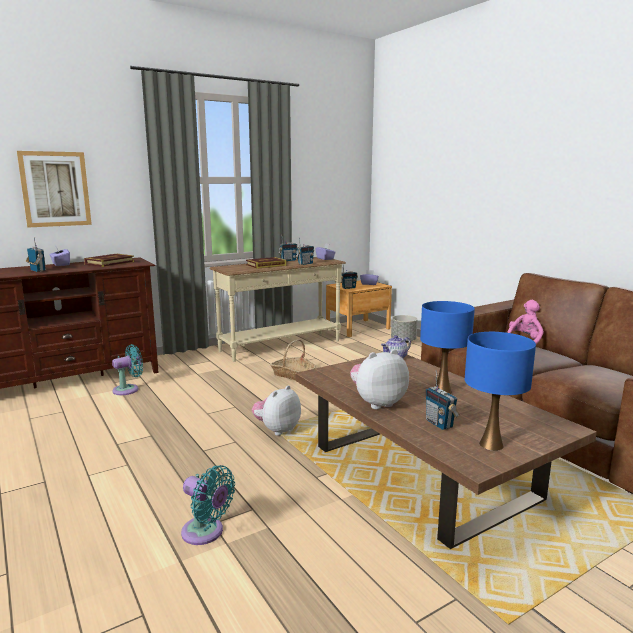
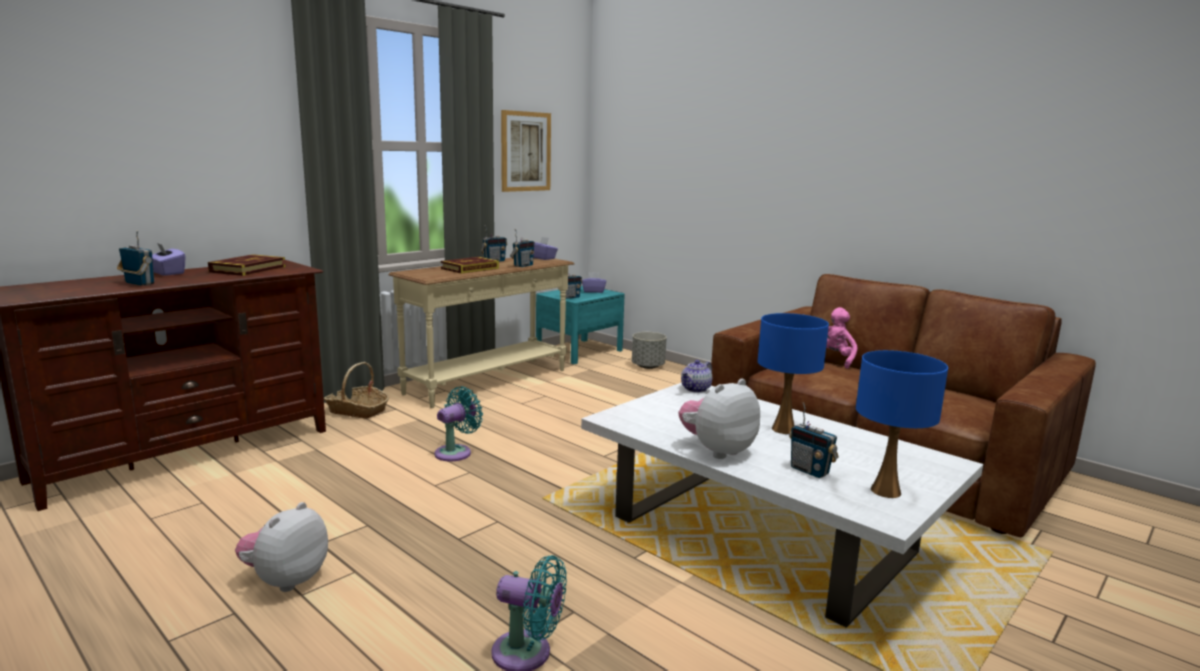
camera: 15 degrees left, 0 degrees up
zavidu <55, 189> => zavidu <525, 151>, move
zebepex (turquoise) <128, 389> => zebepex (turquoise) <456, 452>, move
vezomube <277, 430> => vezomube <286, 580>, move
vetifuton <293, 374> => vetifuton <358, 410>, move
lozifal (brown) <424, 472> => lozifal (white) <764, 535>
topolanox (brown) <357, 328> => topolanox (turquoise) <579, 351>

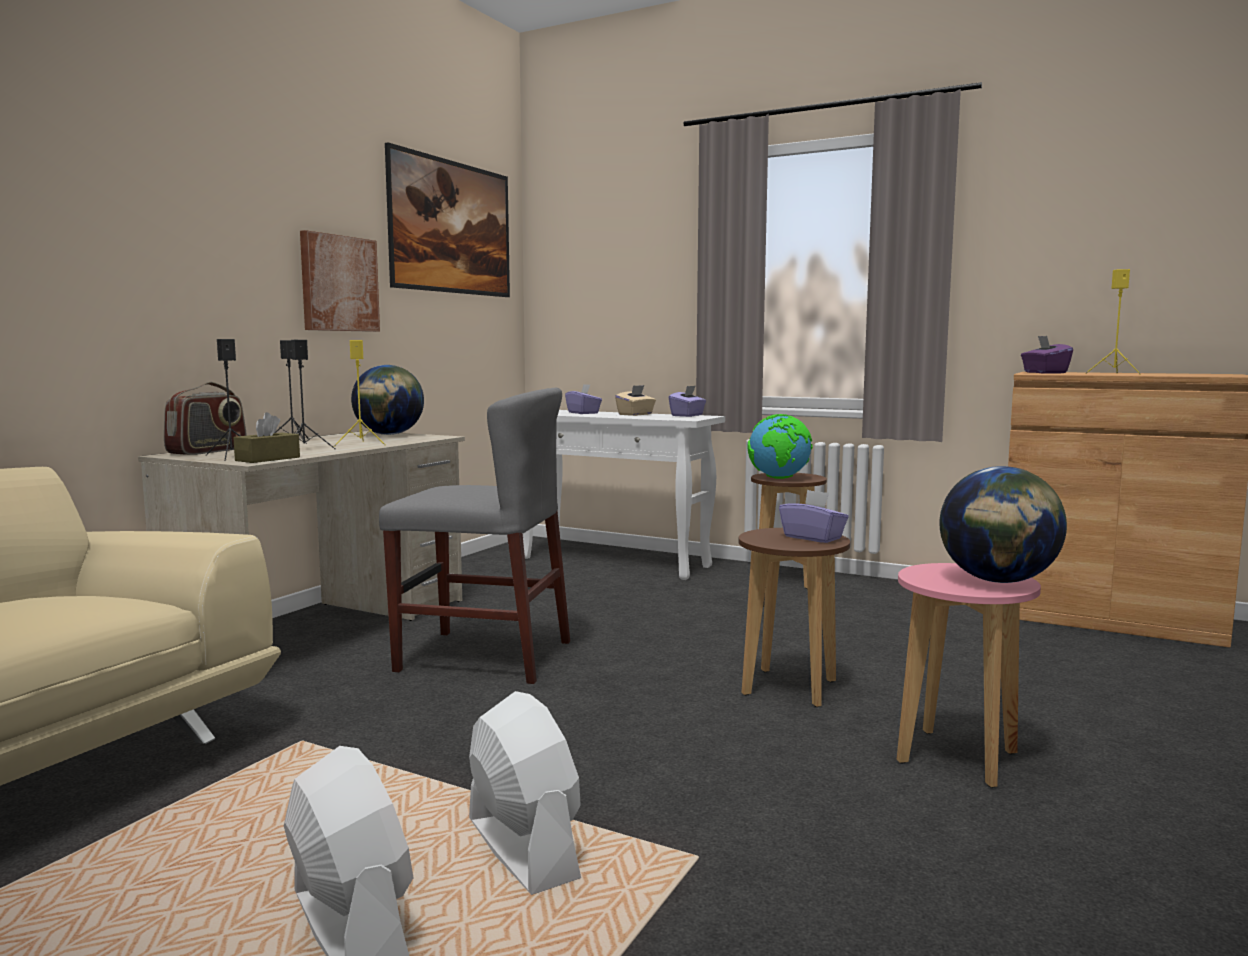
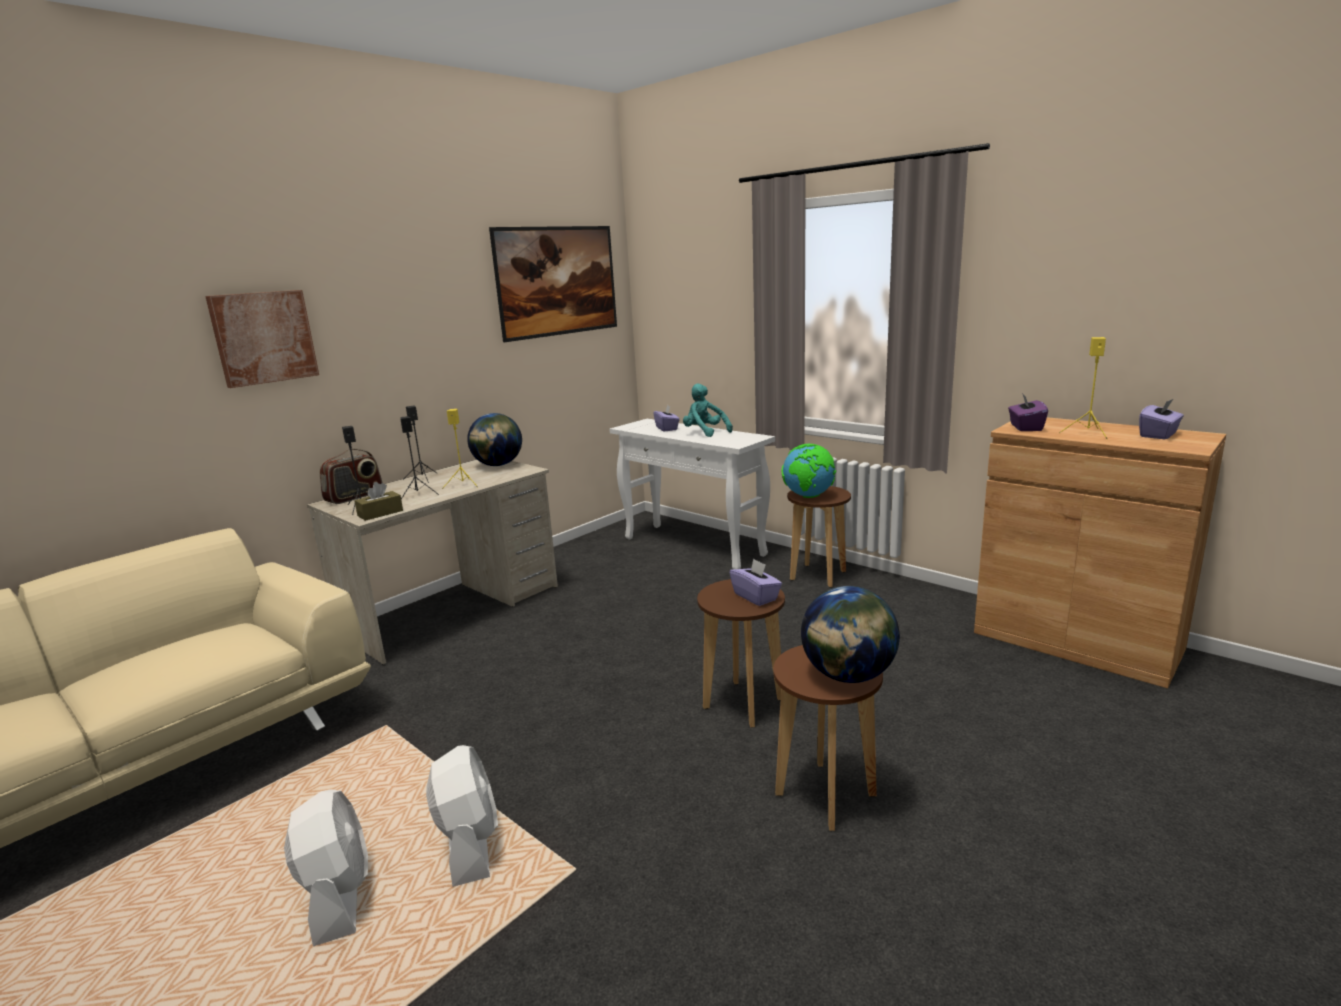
camera: 15 degrees right, 10 degrees up
zavidu <339, 283> => zavidu <264, 337>, move
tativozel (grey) <484, 656> => nothing
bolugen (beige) <635, 414> => vezomube (turquoise) <704, 432>
bolugen (purple) <687, 415> => bolugen (purple) <1158, 435>, move
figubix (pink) <958, 758> => figubix (brown) <826, 795>

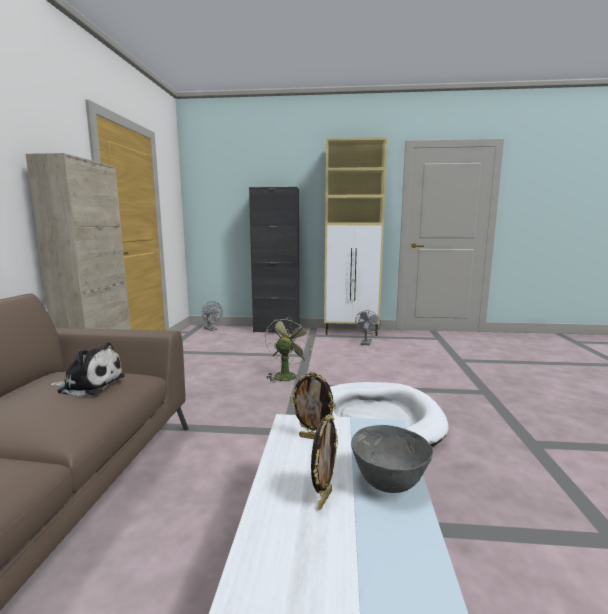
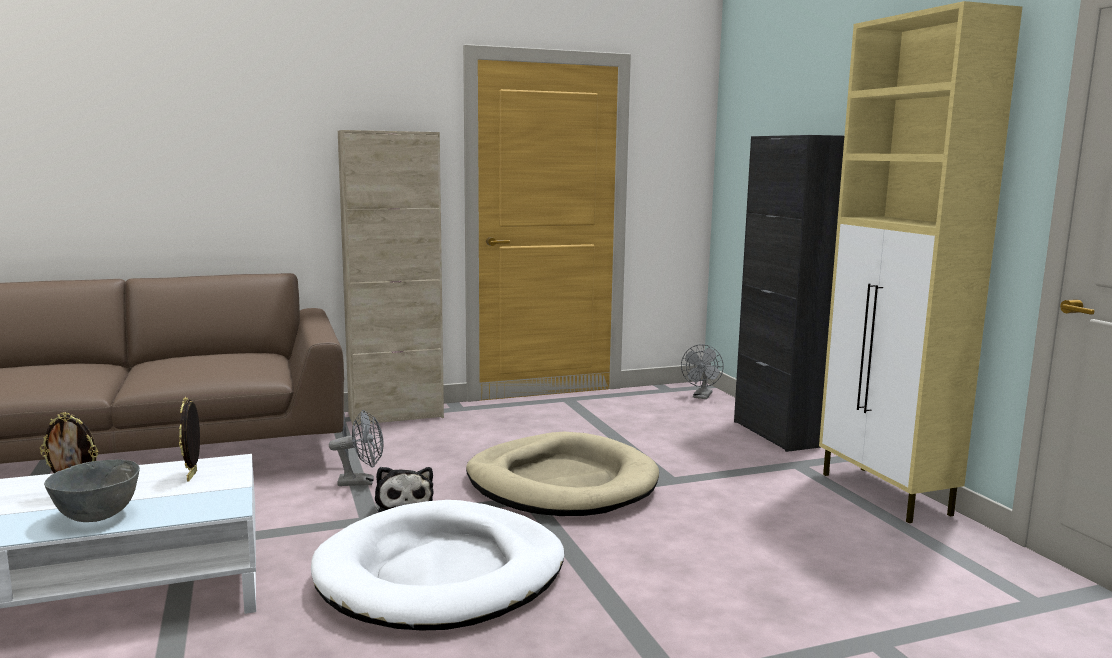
camera: 65 degrees right, 0 degrees up
vezomube <89, 385> => vezomube <403, 503>, move
zebepex (green) <286, 375> => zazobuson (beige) <561, 483>
zebepex (grey) <366, 342> => zebepex (grey) <362, 482>, move

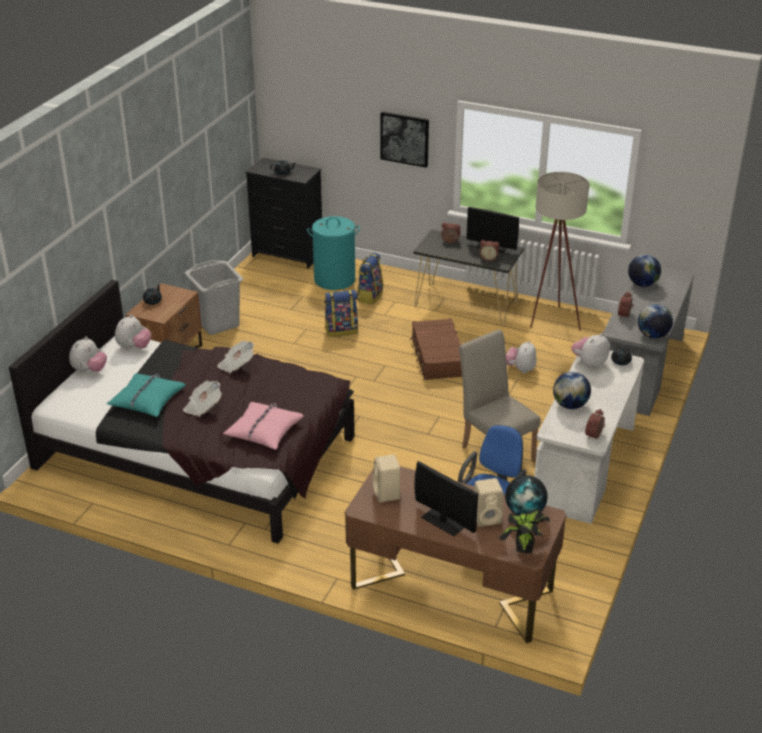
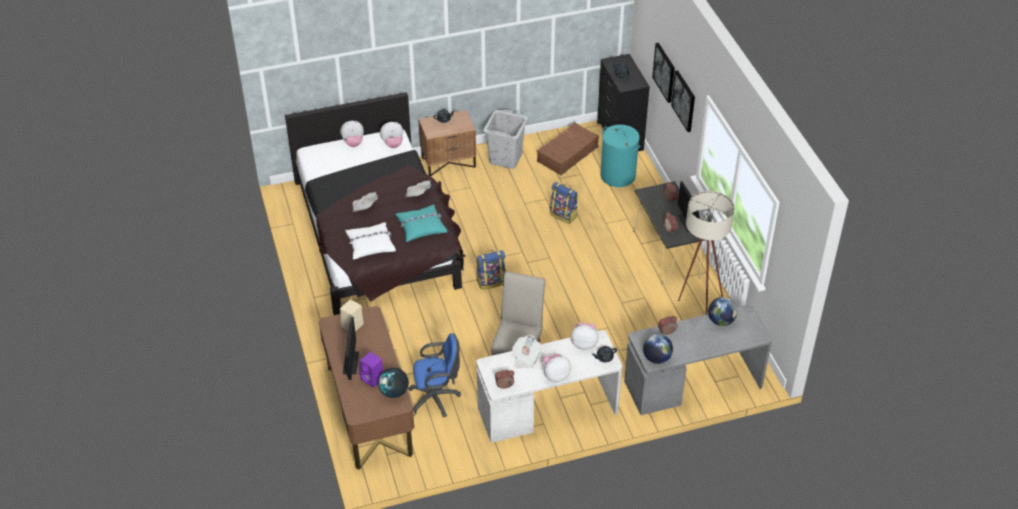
camera: 50 degrees right, 10 degrees up
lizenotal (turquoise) <147, 400> => lizenotal (turquoise) <421, 227>, move
lizenotal (pink) <264, 431> => lizenotal (white) <370, 244>
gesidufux <369, 296> => gesidufux <491, 281>, move
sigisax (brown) <437, 357> => sigisax (brown) <567, 154>, move
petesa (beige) <488, 517> => petesa (purple) <373, 379>
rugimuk <523, 547> => nothing
vezomube <520, 369> => vezomube <555, 375>, move
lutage <570, 405> => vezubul <525, 358>
nothing => zavidu <664, 72>

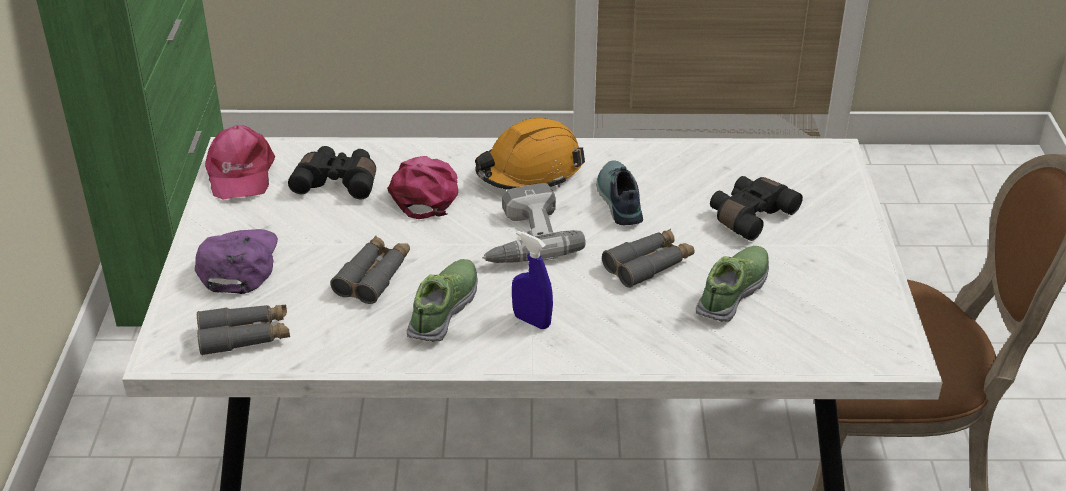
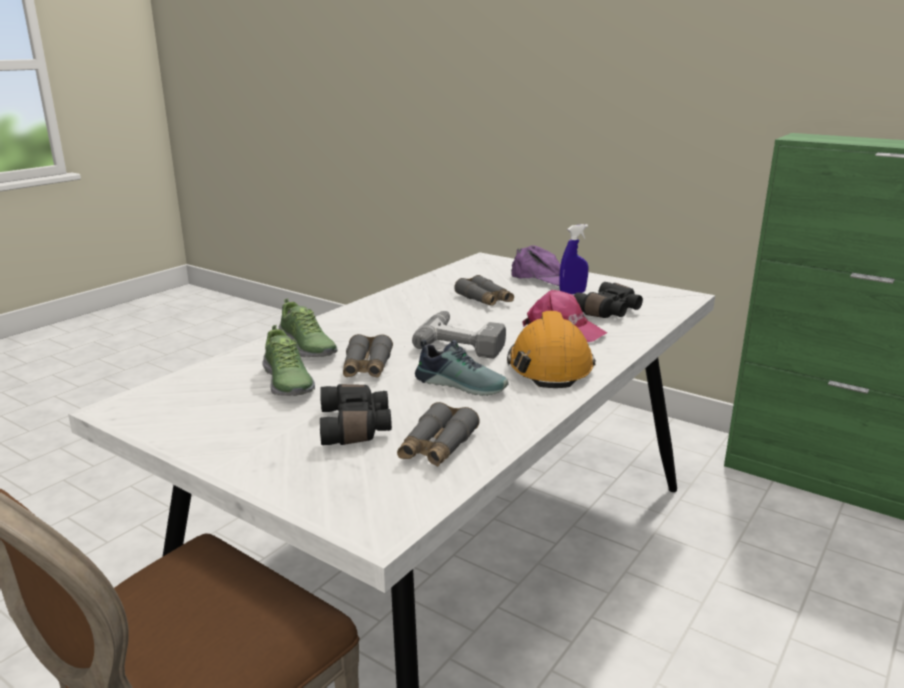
camera: 125 degrees right, 15 degrees down
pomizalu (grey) <245, 336> => pomizalu (grey) <437, 447>, move
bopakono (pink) <240, 173> => nothing
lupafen <444, 309> => lupafen <307, 348>, move
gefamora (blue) <532, 321> => gefamora (blue) <572, 293>, move

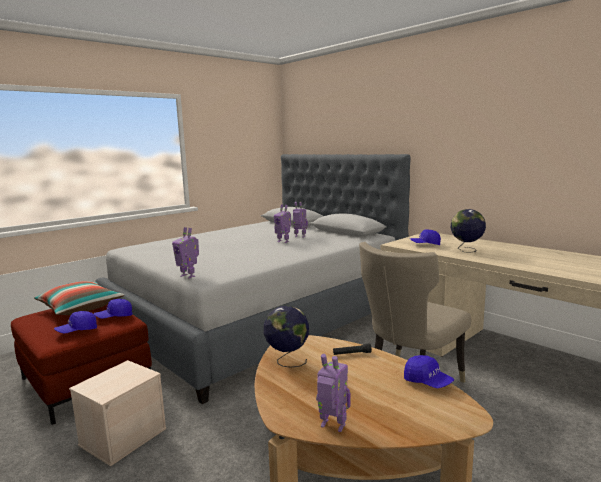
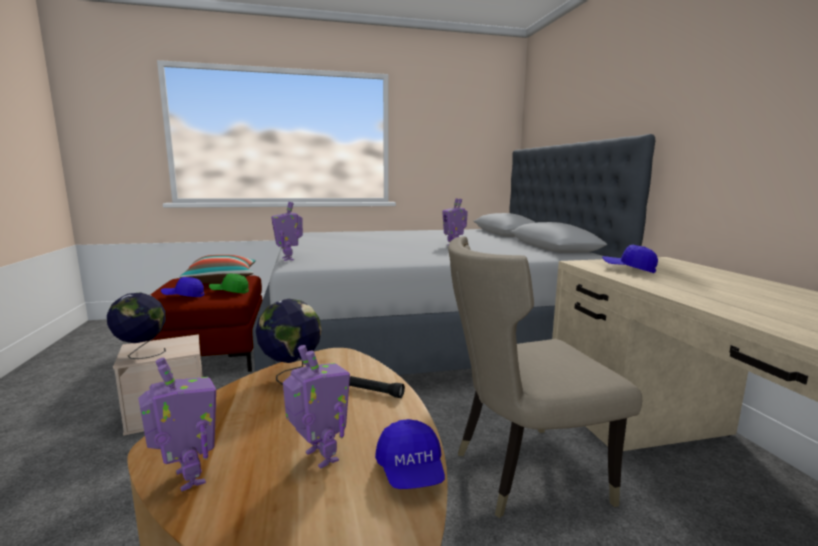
camera: 30 degrees right, 0 degrees up
bopakono (blue) <114, 317> => bopakono (green) <229, 292>
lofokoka <300, 236> => lofokoka <319, 457>, move
lutage <466, 250> => lutage <141, 354>, move

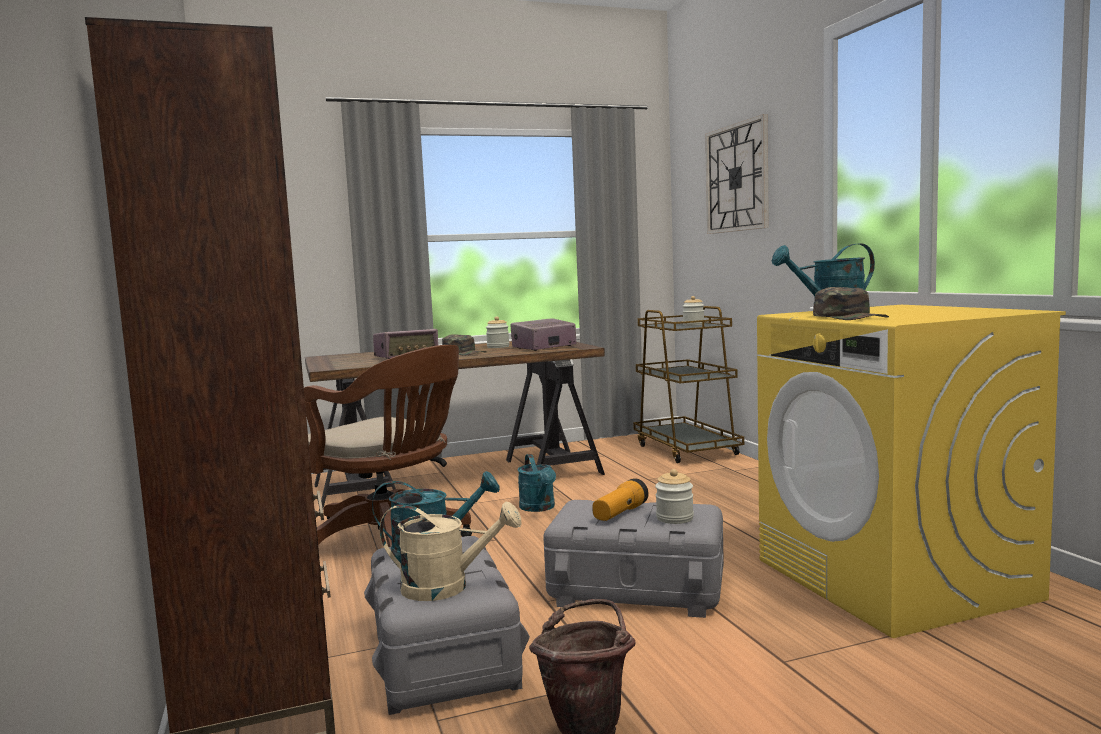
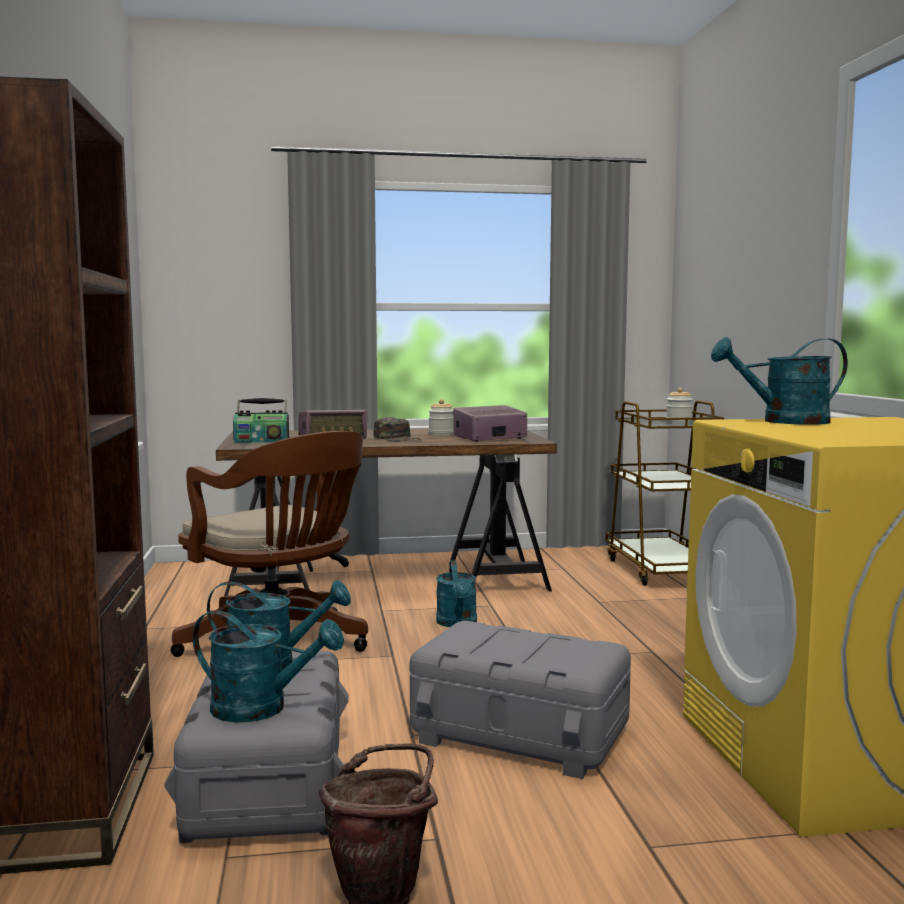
camera: 10 degrees right, 0 degrees up
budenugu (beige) <447, 587> => budenugu (turquoise) <262, 709>
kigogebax <620, 514> => nothing
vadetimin <674, 518> => nothing
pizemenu <737, 178> => nothing
bopakono (green) <849, 317> => nothing
nothing => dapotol <261, 441>

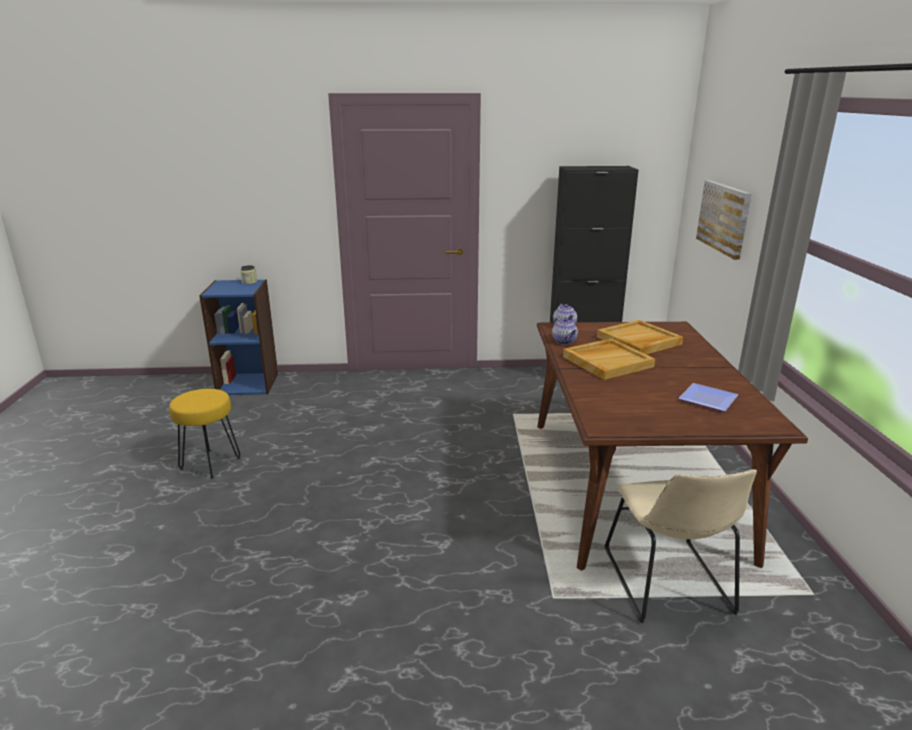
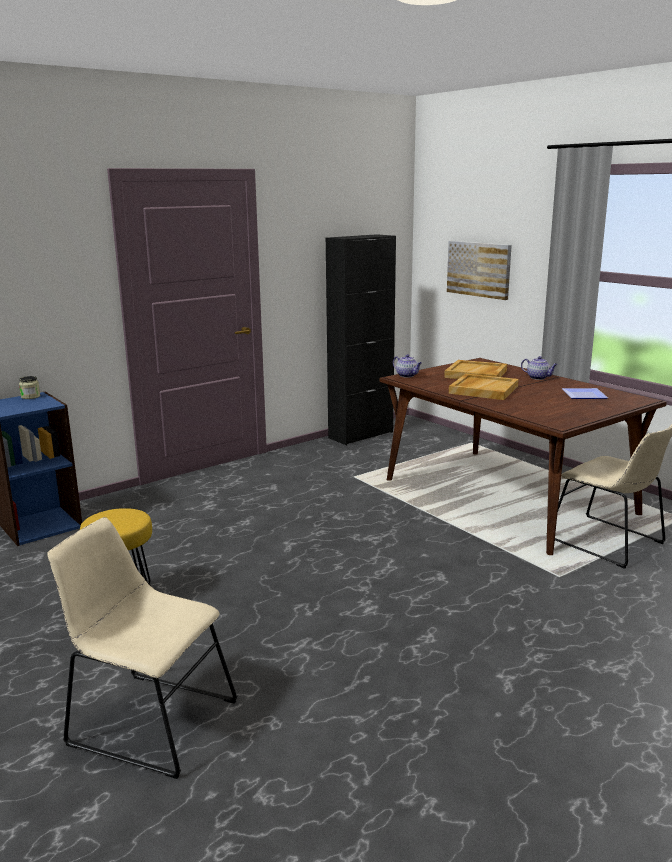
camera: 35 degrees left, 5 degrees down
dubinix <564, 341> => dubinix <538, 378>, move
nothing => tativozel (beige) <147, 720>

